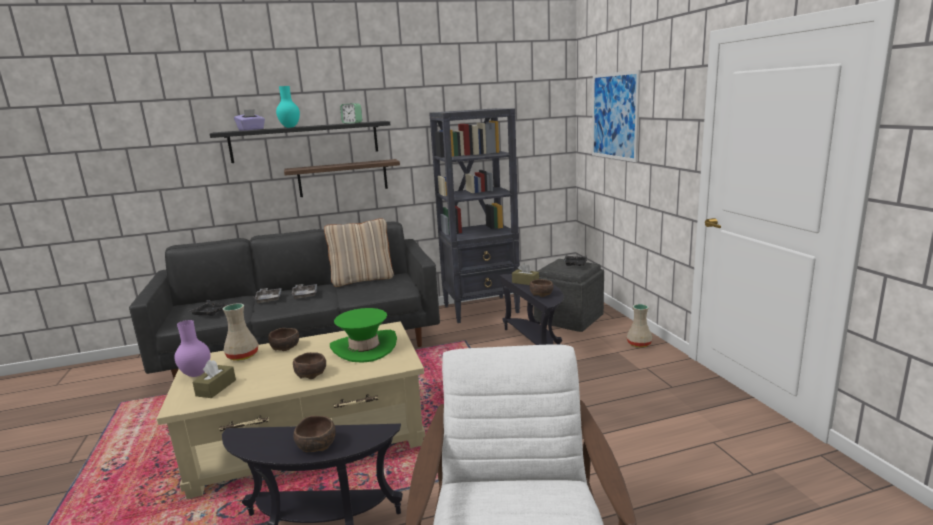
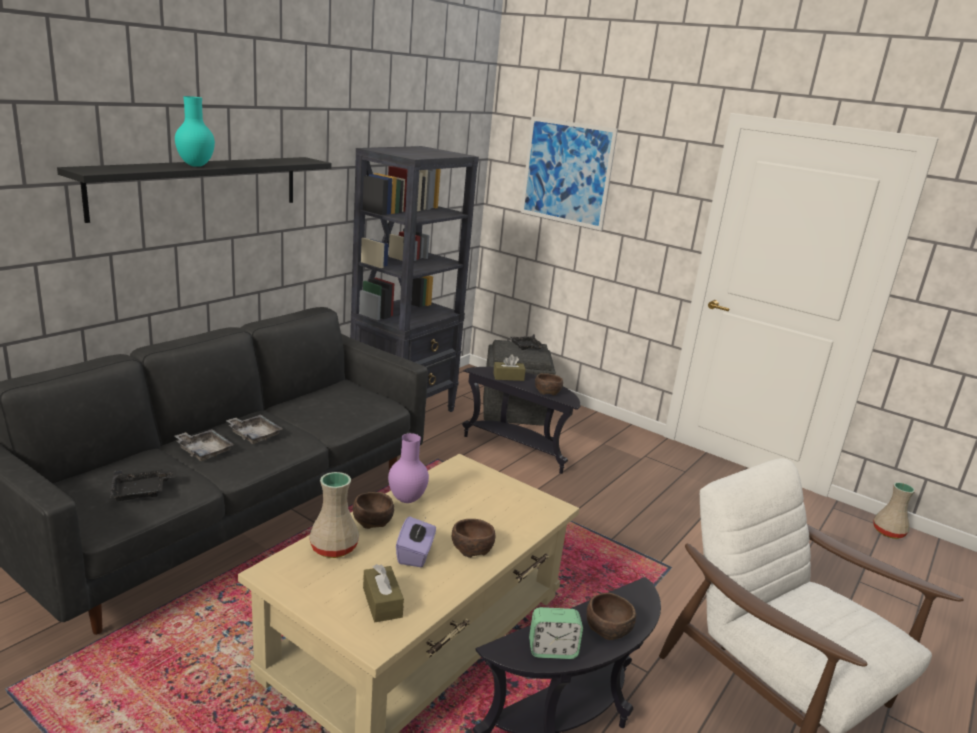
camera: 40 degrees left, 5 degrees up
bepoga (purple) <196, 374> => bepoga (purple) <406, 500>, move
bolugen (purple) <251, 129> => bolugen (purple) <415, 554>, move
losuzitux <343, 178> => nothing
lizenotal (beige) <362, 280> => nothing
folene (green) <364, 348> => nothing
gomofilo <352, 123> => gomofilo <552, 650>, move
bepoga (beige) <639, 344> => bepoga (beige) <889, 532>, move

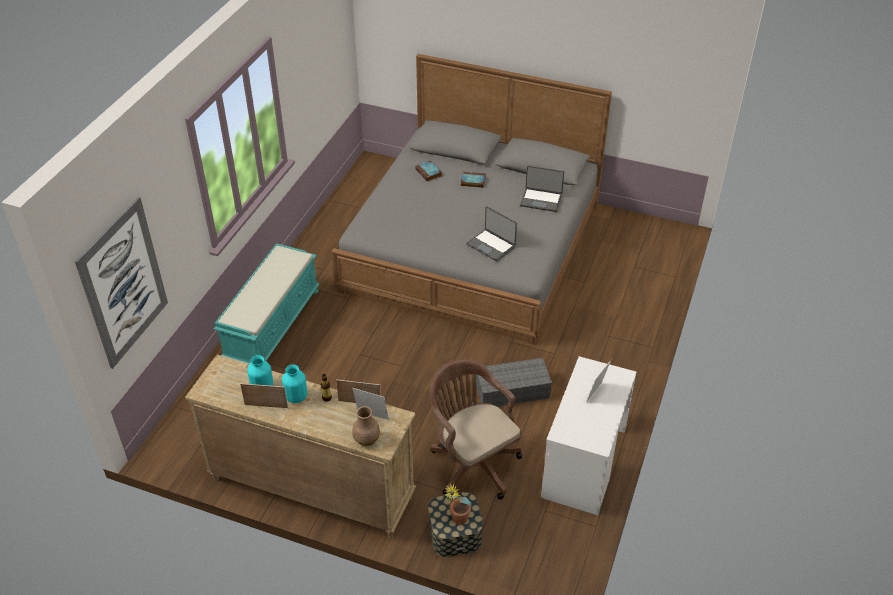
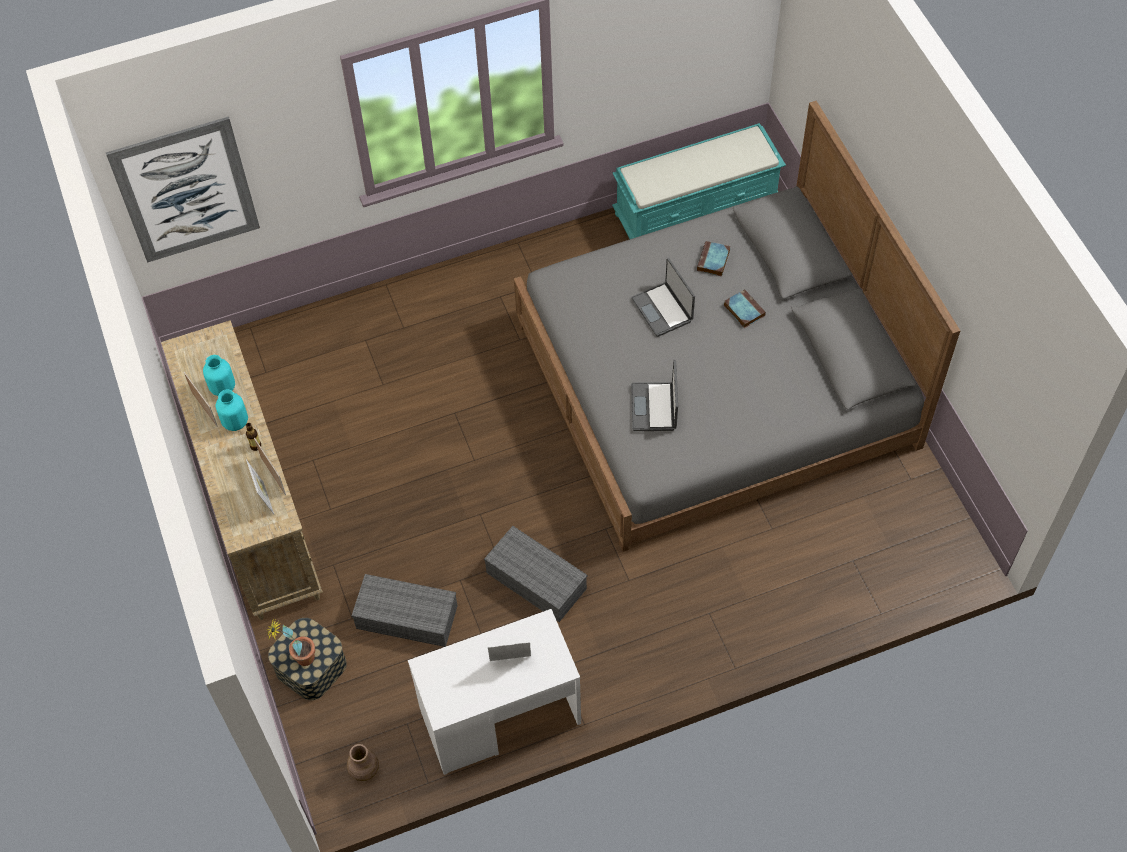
camera: 50 degrees right, 15 degrees up
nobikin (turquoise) <272, 325> => nobikin (turquoise) <696, 207>, move
bepoga (brown) <366, 440> => bepoga (brown) <364, 770>, move
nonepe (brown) <472, 462> => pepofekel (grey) <408, 616>
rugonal <541, 200> => rugonal <663, 309>, move

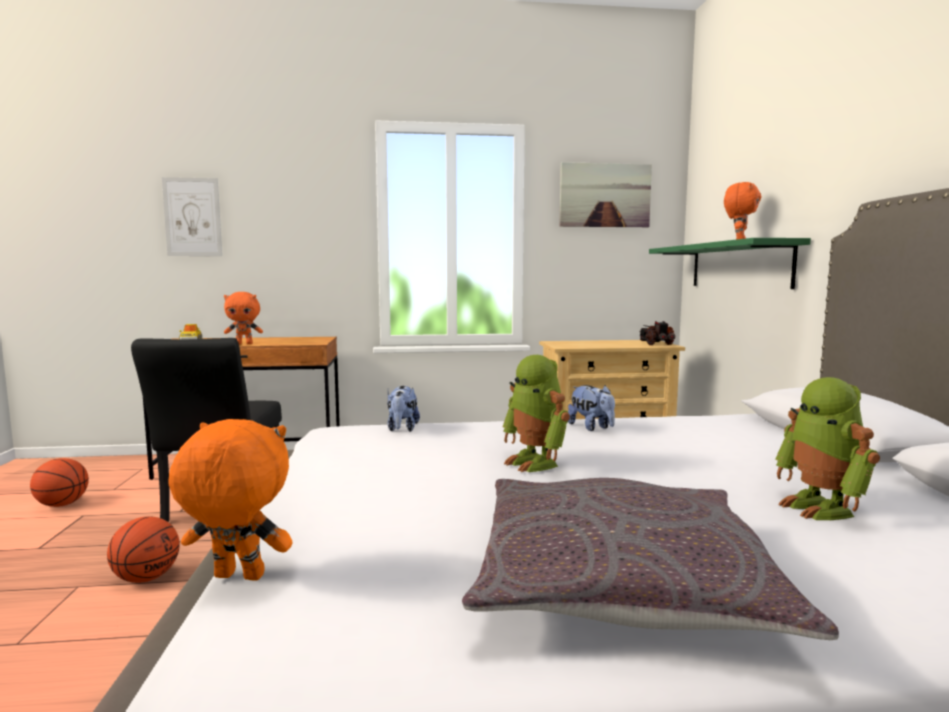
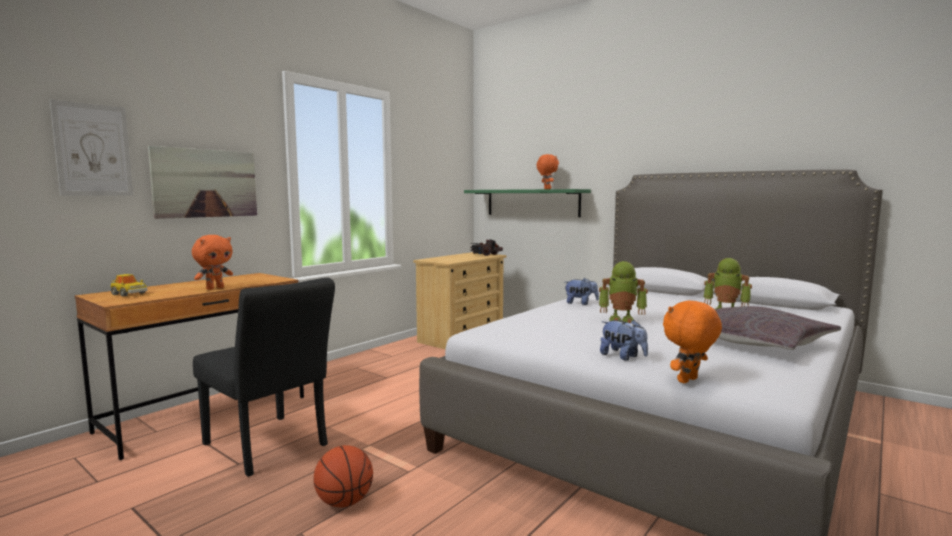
camera: 45 degrees left, 0 degrees up
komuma <62, 505> => nothing
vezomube <402, 429> => vezomube <623, 357>, move
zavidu <605, 195> => zavidu <206, 183>, move

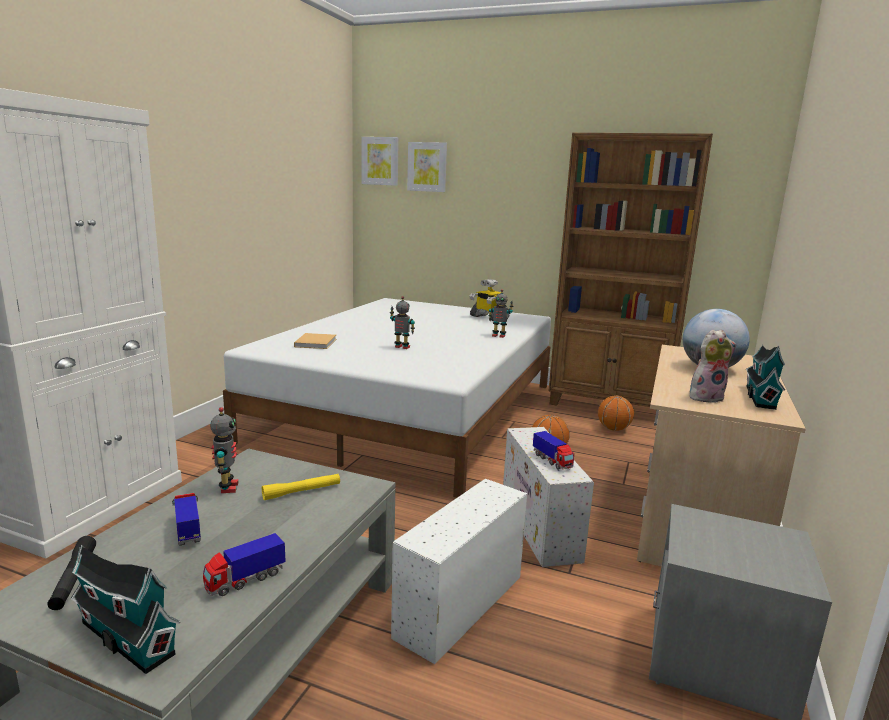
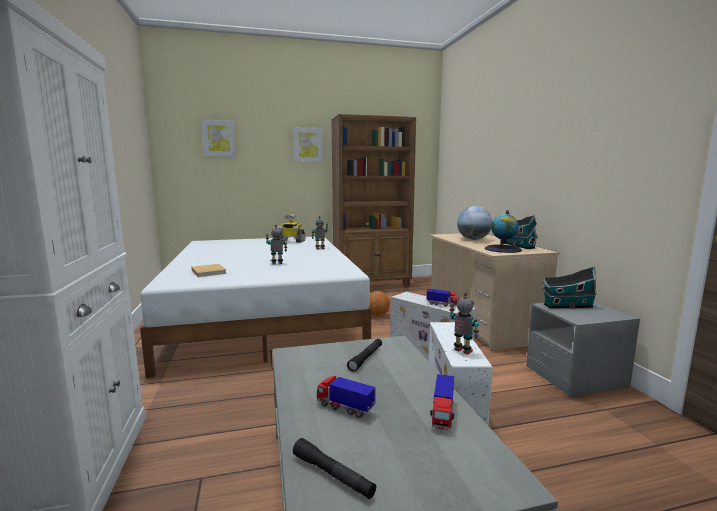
camera: 35 degrees left, 5 degrees down
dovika <125, 636> => dovika <566, 306>, move
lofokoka <227, 487> => lofokoka <462, 351>, move
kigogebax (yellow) <302, 492> => kigogebax (black) <366, 358>
zavidu <380, 161> => zavidu <308, 145>, move
komuma <613, 429> => nothing
vezomube <706, 397> => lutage <503, 249>

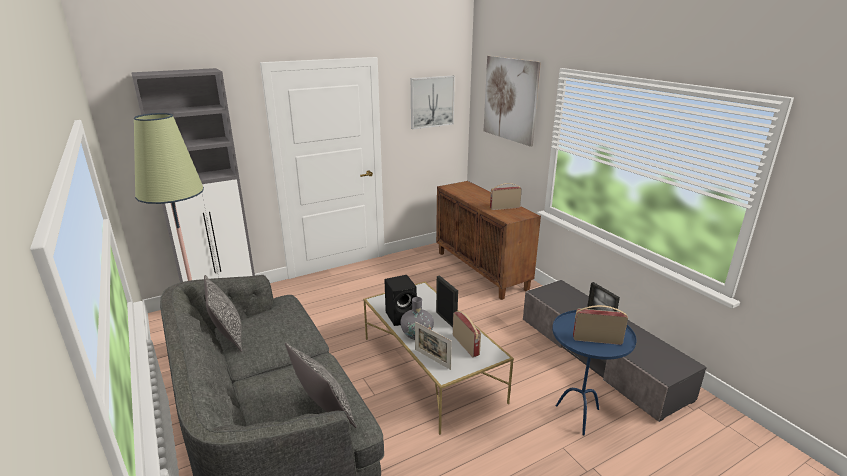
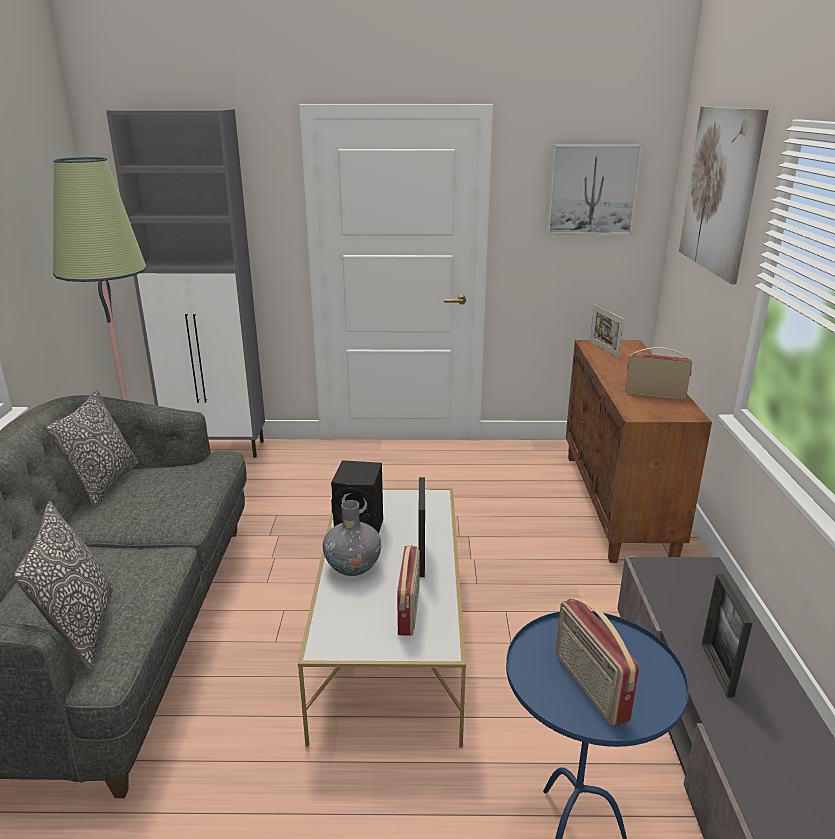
camera: 30 degrees right, 0 degrees up
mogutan <432, 359> => mogutan <604, 349>, move
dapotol <597, 339> => dapotol <589, 687>, 150 degrees counterclockwise

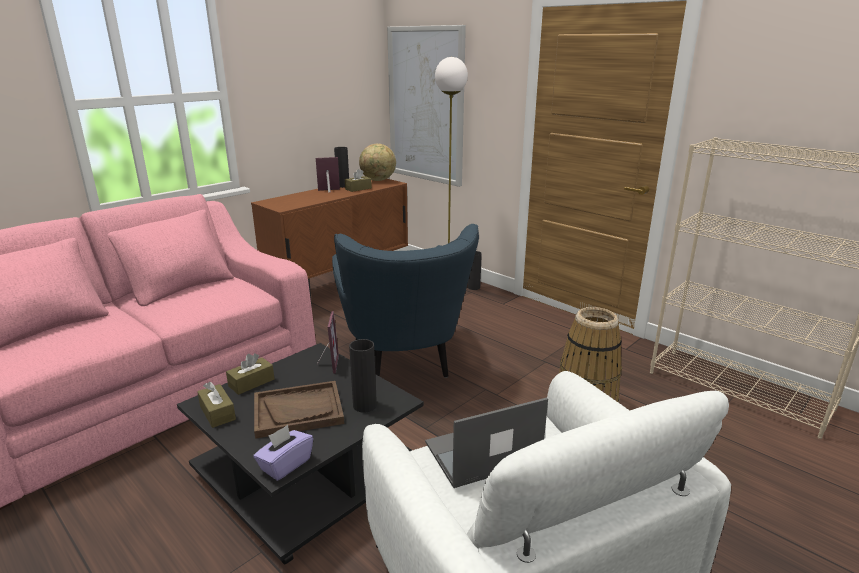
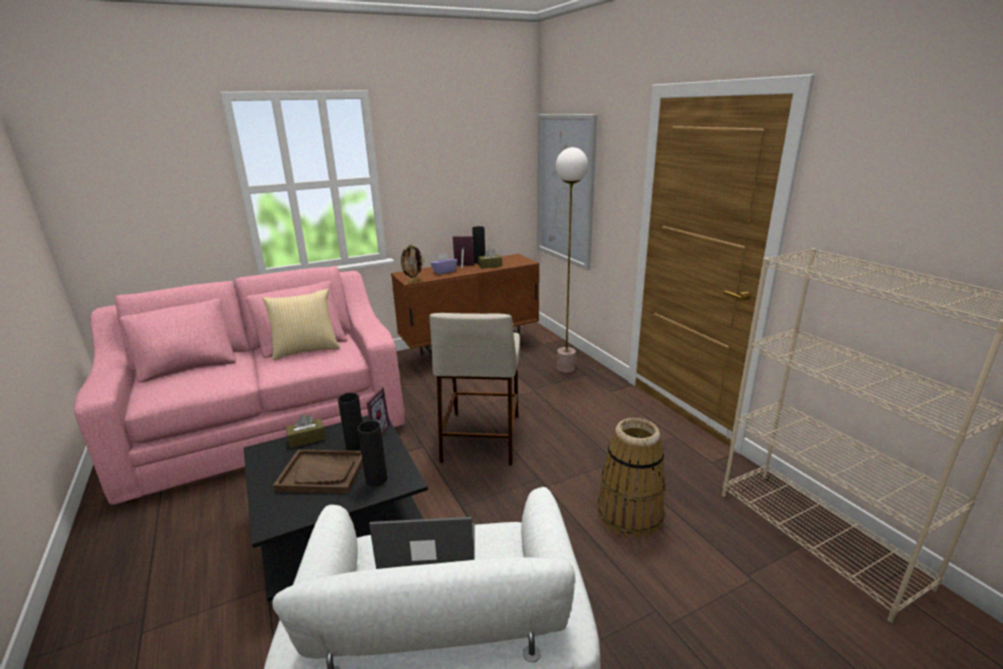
camera: 20 degrees right, 0 degrees up
bolugen (brown) <217, 413> => nothing
bolugen (purple) <285, 465> => bolugen (purple) <444, 271>, move
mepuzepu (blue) <403, 362> => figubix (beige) <481, 436>
lutage <378, 180> => nothing
bepoga (black) <473, 287> => bepoga (black) <356, 447>, move
nothing => lizenotal <306, 350>
nothing => mogutan <413, 282>

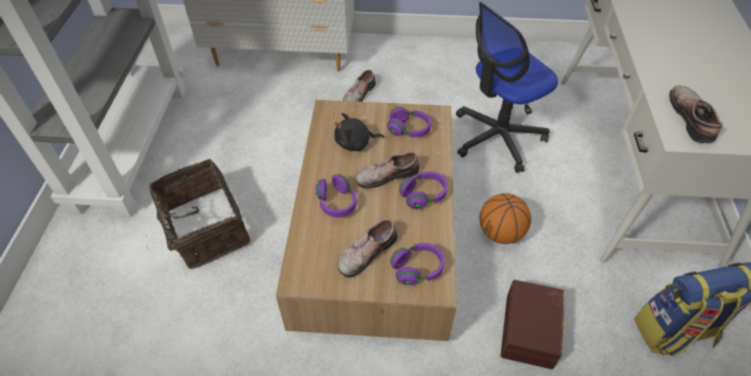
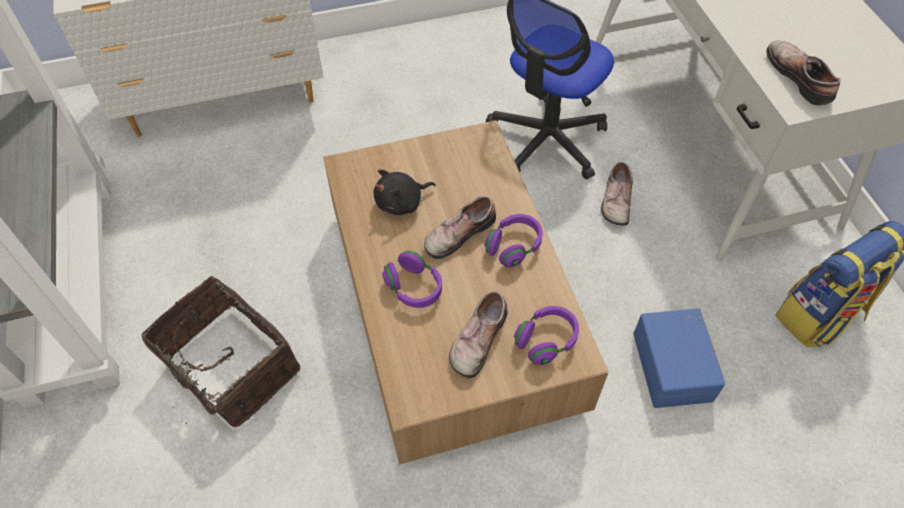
camera: 20 degrees left, 5 degrees up
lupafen <358, 94> => lupafen <615, 200>, move
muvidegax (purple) <409, 130> => nothing
komuma <500, 233> => nothing
pepofekel (brown) <531, 331> => pepofekel (blue) <674, 365>

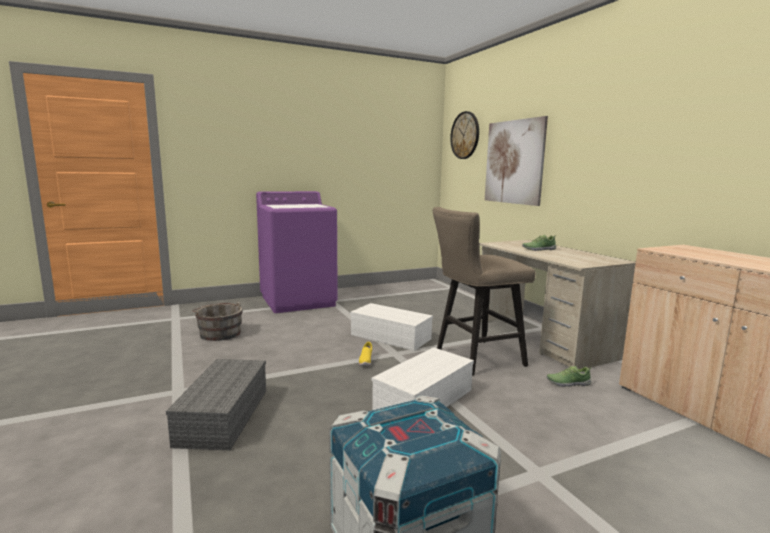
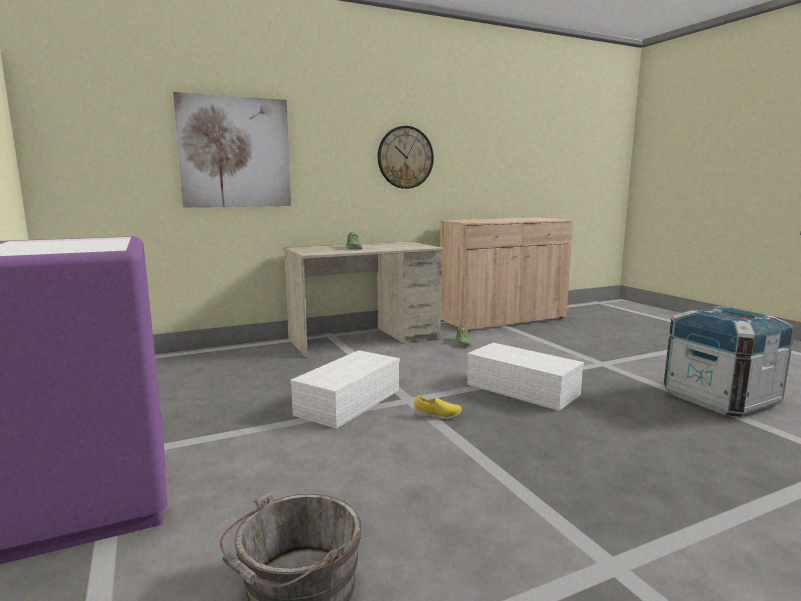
camera: 90 degrees left, 0 degrees up
pepofekel (grey) <223, 415> => nothing
figubix (beige) <474, 358> => nothing
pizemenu <465, 135> => pizemenu <405, 157>, move

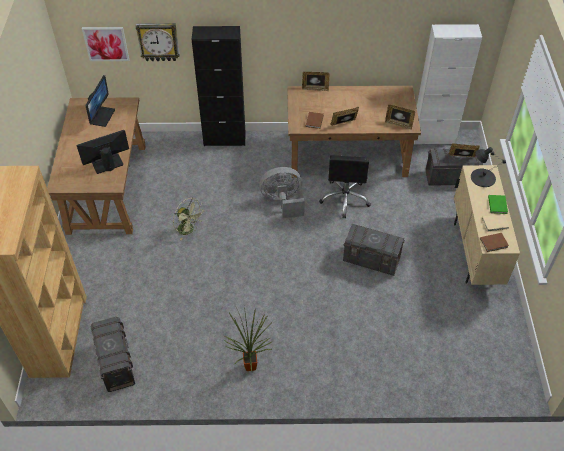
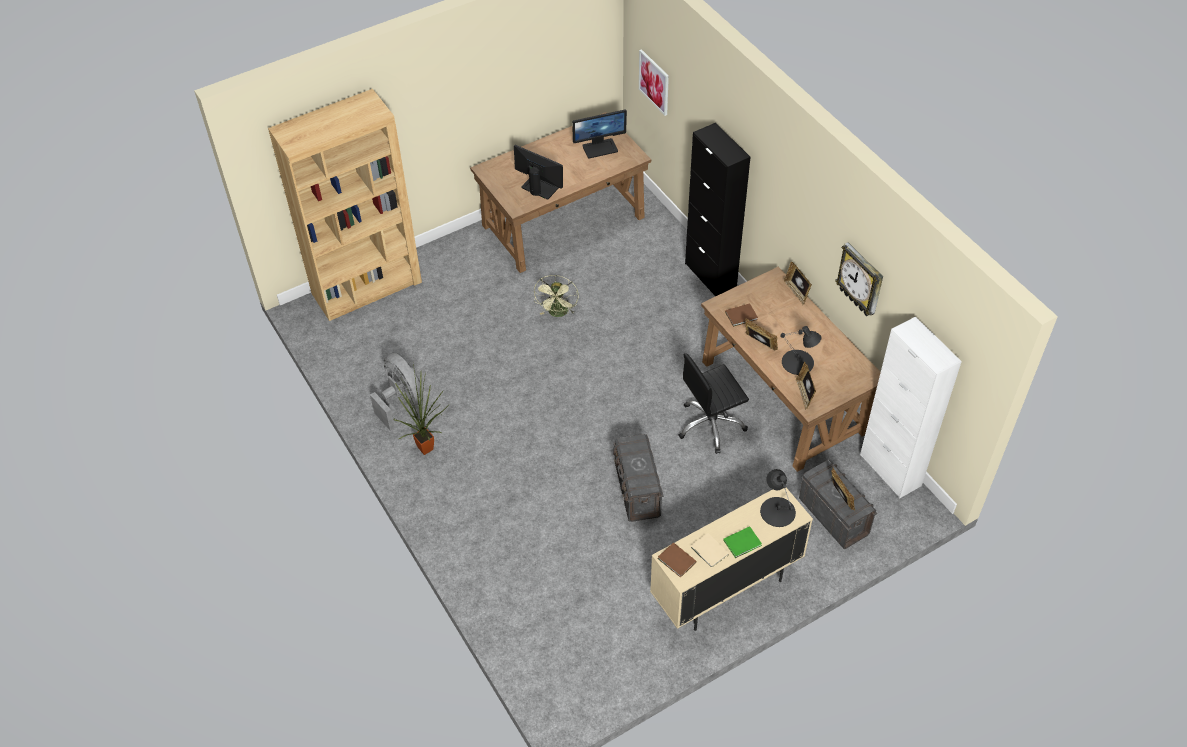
camera: 60 degrees right, 0 degrees up
pepofekel (grey) <116, 363> => nothing
pizemenu <158, 41> => pizemenu <861, 280>, move
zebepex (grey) <283, 202> => zebepex (grey) <401, 402>, move
nothing => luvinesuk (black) <798, 362>

